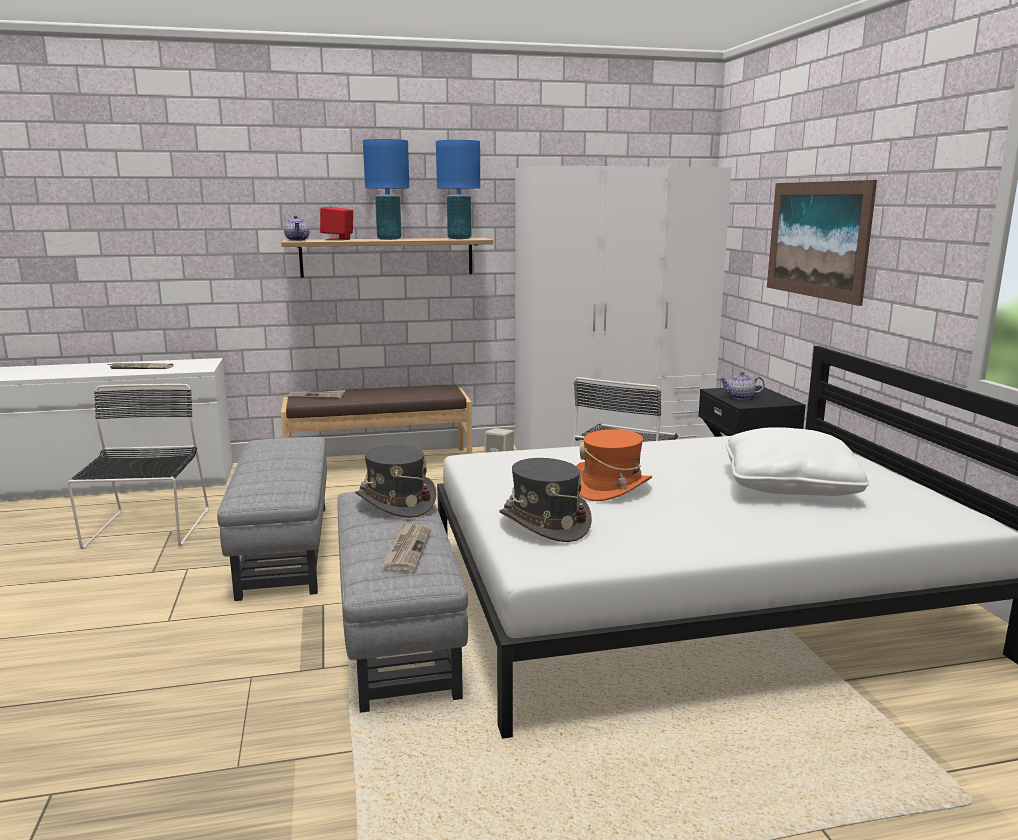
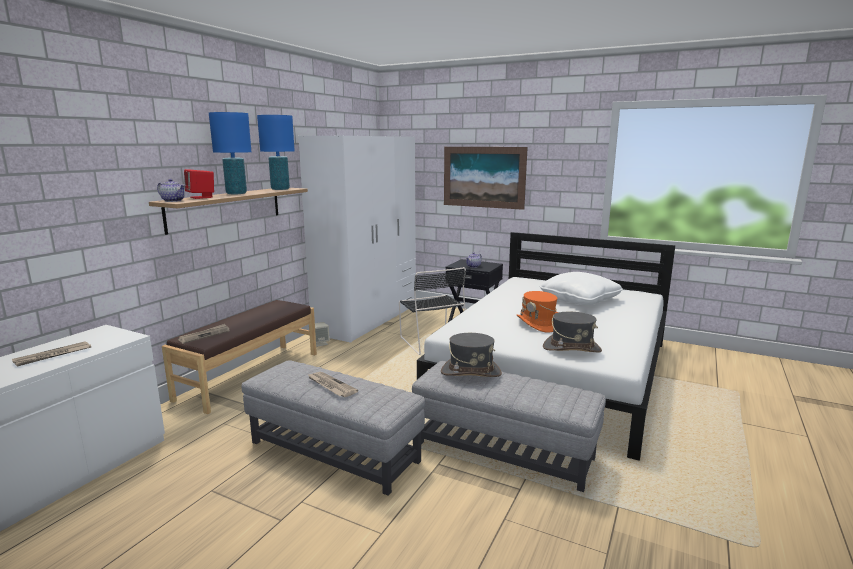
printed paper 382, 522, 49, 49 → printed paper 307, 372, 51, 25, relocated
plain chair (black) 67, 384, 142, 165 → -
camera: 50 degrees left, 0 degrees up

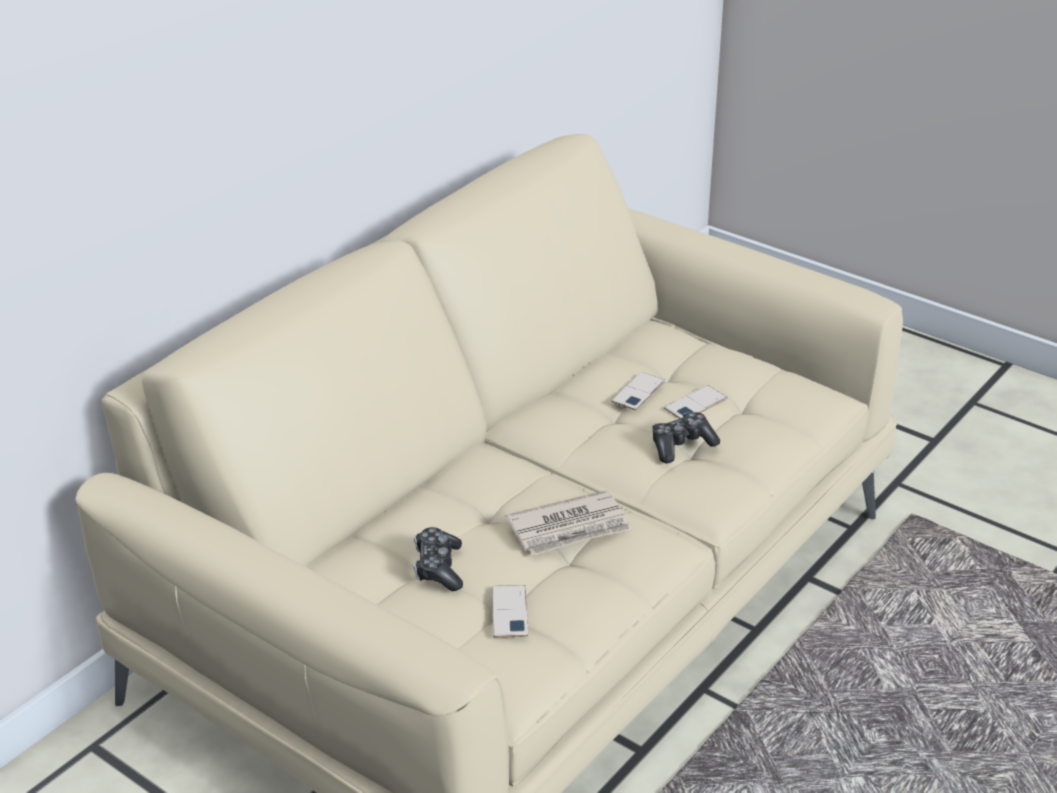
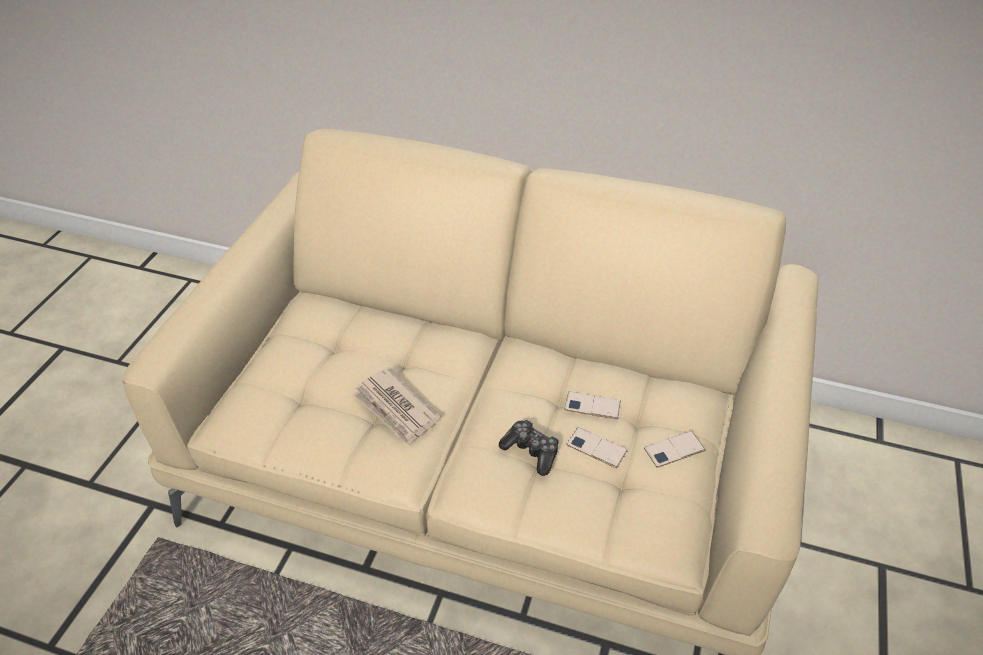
phone 492, 585, 36, 52 → phone 644, 431, 62, 37, relocated
gamepad 414, 527, 49, 64 → -
camera: 70 degrees right, 10 degrees up

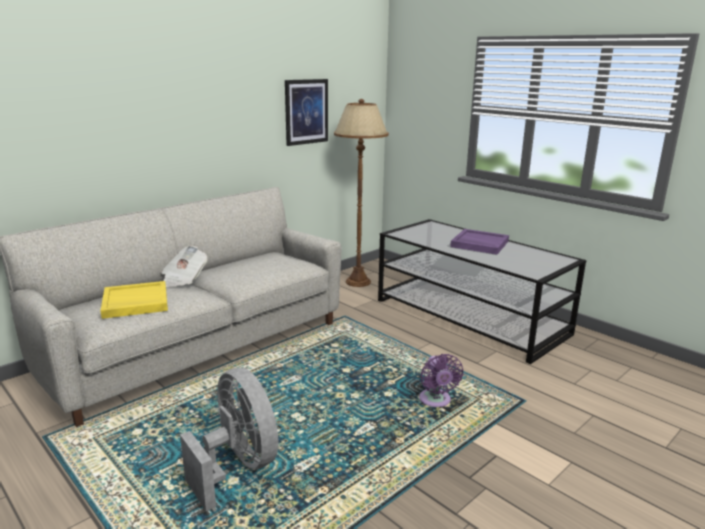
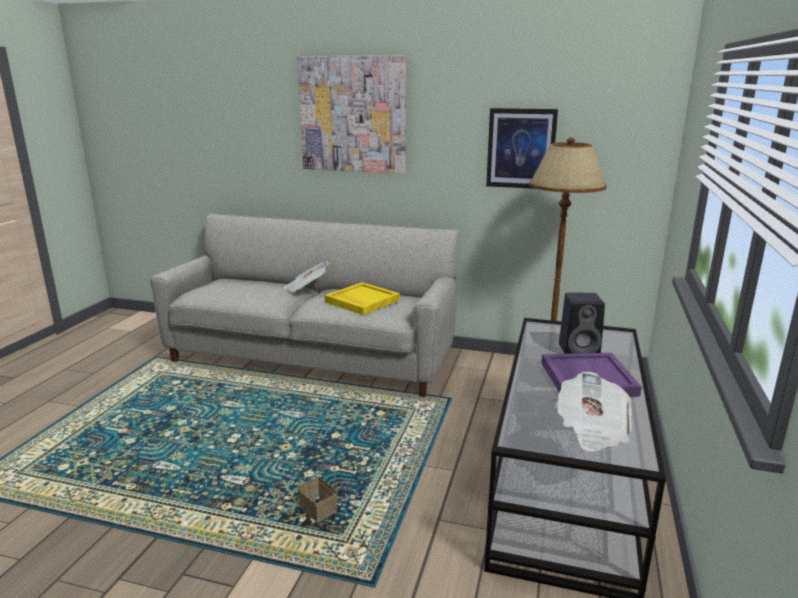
- → picture 297, 55, 109, 118
cooling fan (purple-coloured) 419, 354, 44, 53 → storage basket 298, 450, 39, 72
tray (yellow-coloured) 100, 281, 68, 38 → tray (yellow-coloured) 325, 282, 75, 33, relocated
- → printed paper 555, 372, 77, 80
- → loudspeaker (black) 559, 293, 46, 61
cooling fan (greyish) 180, 368, 98, 144 → -
camera: 60 degrees right, 0 degrees up

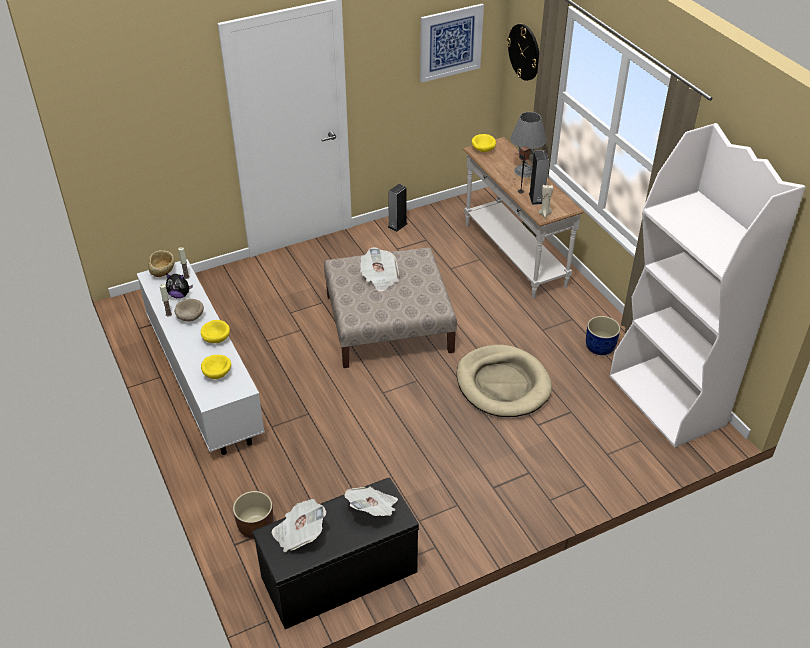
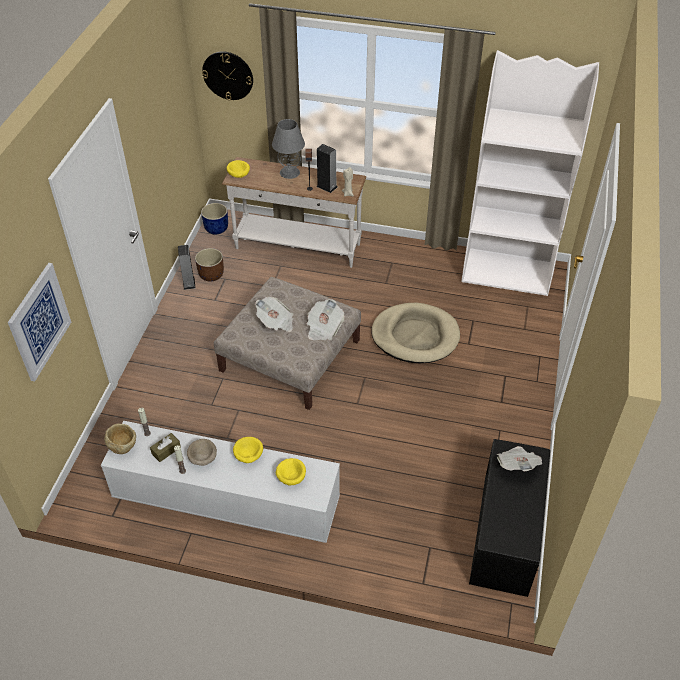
picture 420, 4, 64, 79 → picture 8, 263, 63, 118, relocated
cuddly toy 166, 274, 27, 24 → tissue holder (brownish) 150, 433, 31, 29
planter (brownish) 233, 491, 40, 48 → planter (brownish) 195, 248, 29, 33, relocated
planter (bluish) 586, 316, 34, 39 → planter (bluish) 201, 203, 27, 32, relocated
printed paper 272, 499, 54, 53 → printed paper 307, 299, 38, 42, relocated
camera: 50 degrees left, 5 degrees up

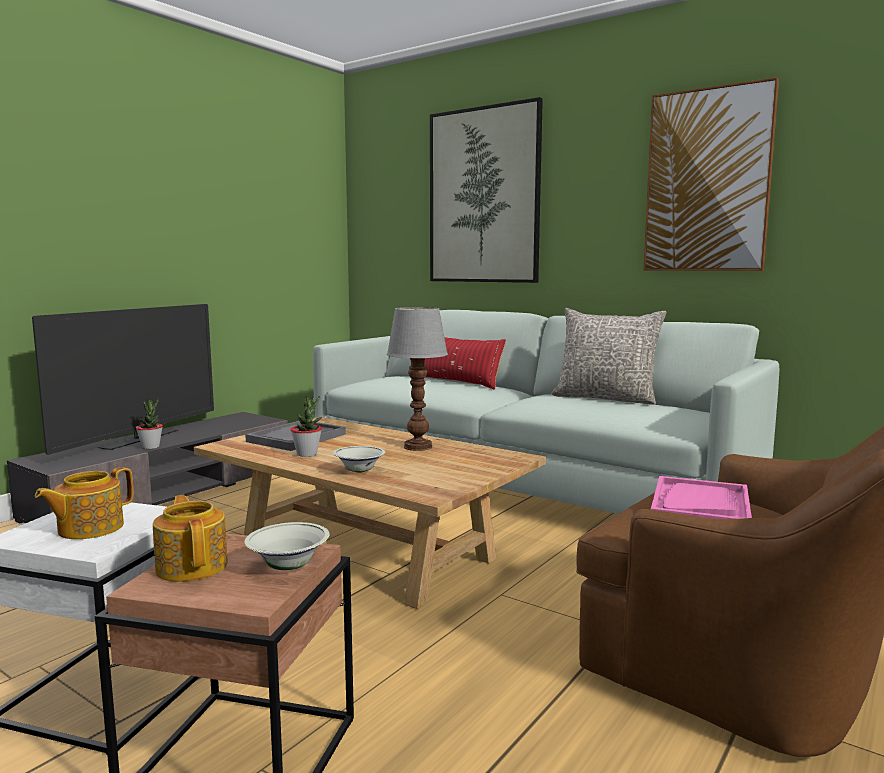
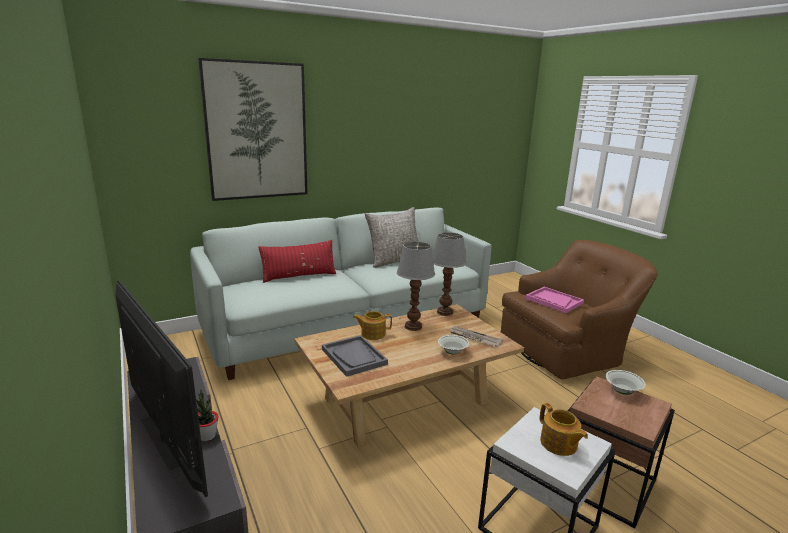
teapot 153, 495, 75, 87 → teapot 353, 311, 39, 29, relocated
- → tabletop lamp 432, 232, 35, 84
- → printed paper 449, 326, 54, 21
potted plant 290, 396, 32, 61 → -
picture 644, 77, 135, 194 → -
camera: 65 degrees left, 10 degrees up

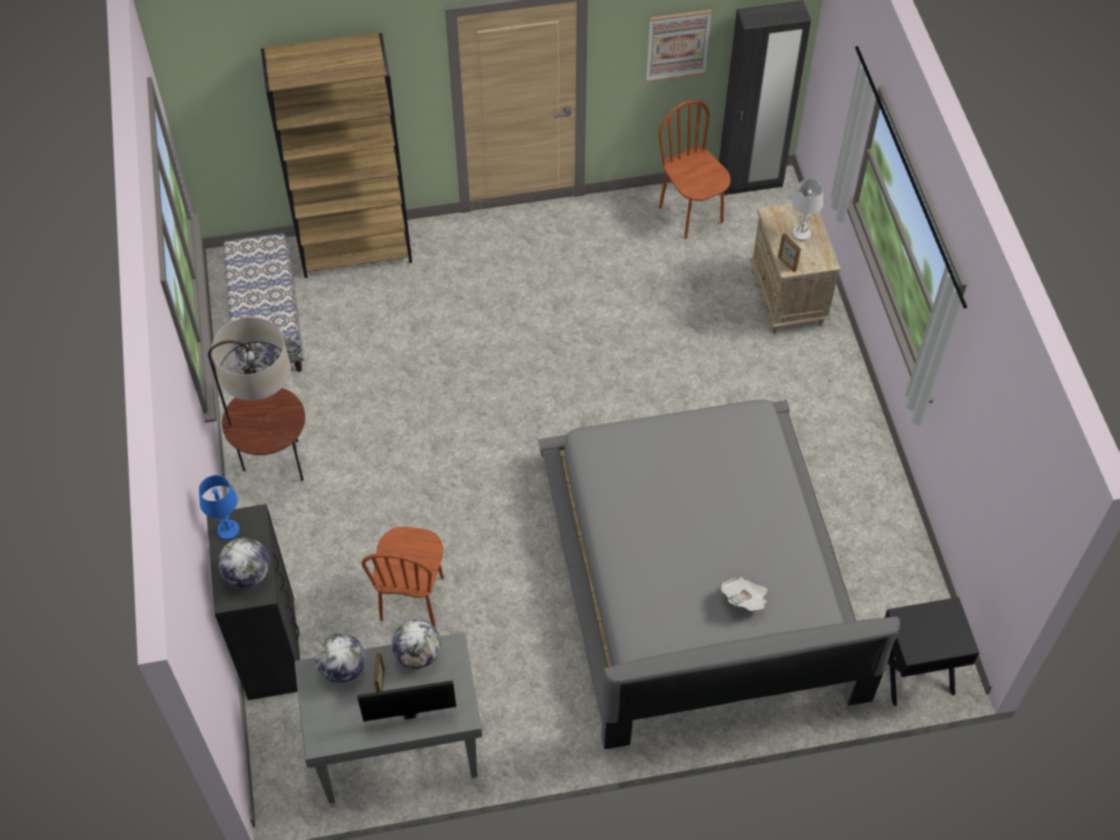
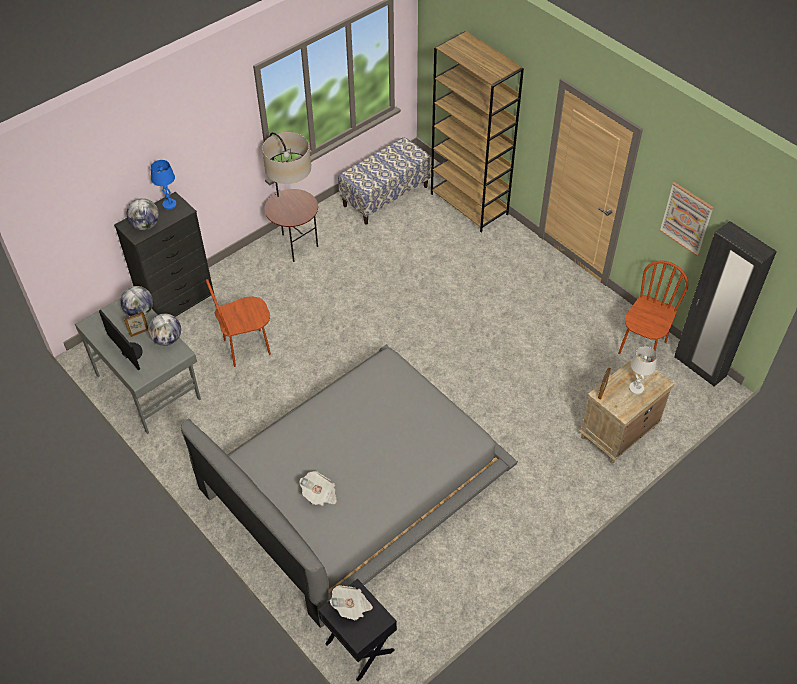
- → printed paper 329, 585, 44, 35
camera: 60 degrees right, 5 degrees down

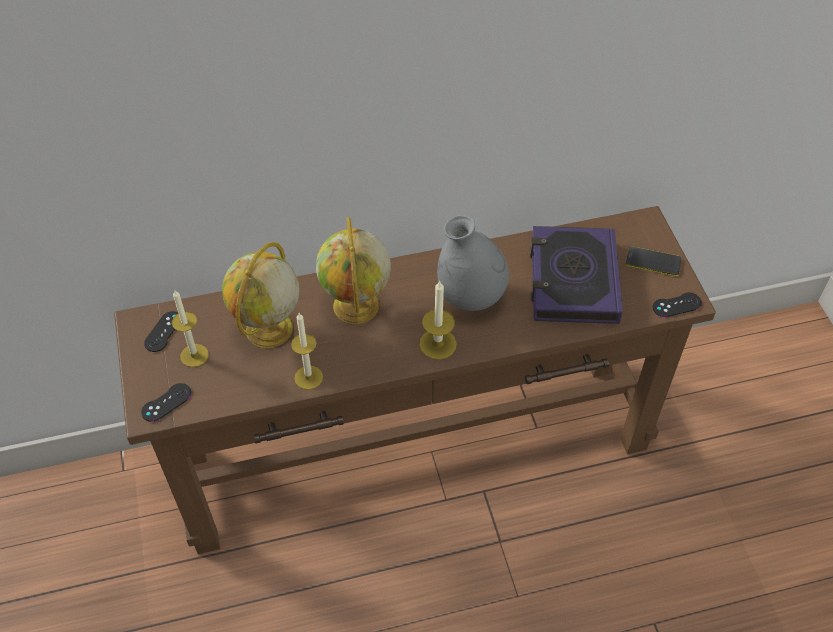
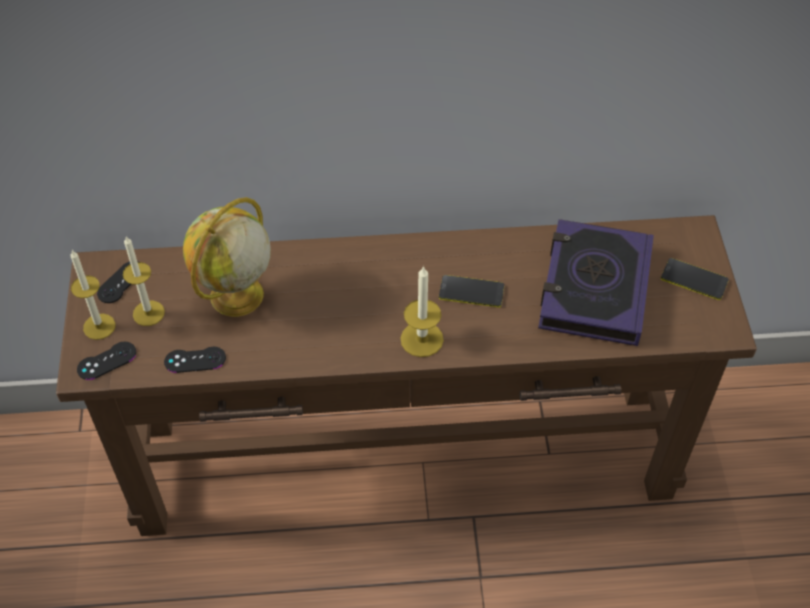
wax light 291, 313, 32, 77 → wax light 70, 250, 45, 90, relocated
gamepad (black) 653, 292, 49, 25 → gamepad (black) 164, 347, 62, 26, relocated
vase (greyish) 437, 215, 72, 96 → phone 439, 275, 65, 32
desk globe 316, 217, 75, 107 → -
camera: 10 degrees right, 0 degrees up

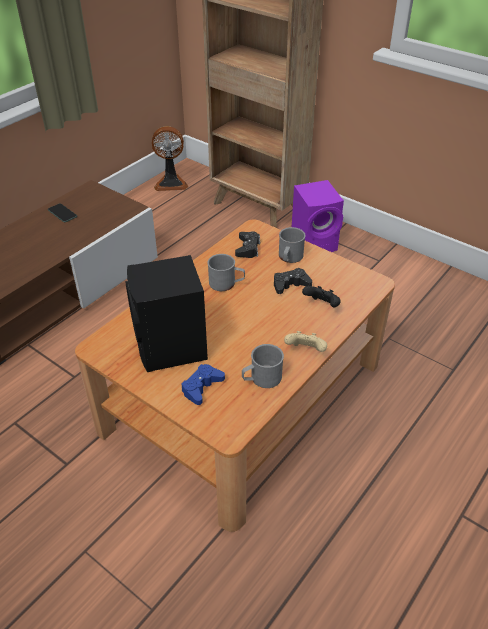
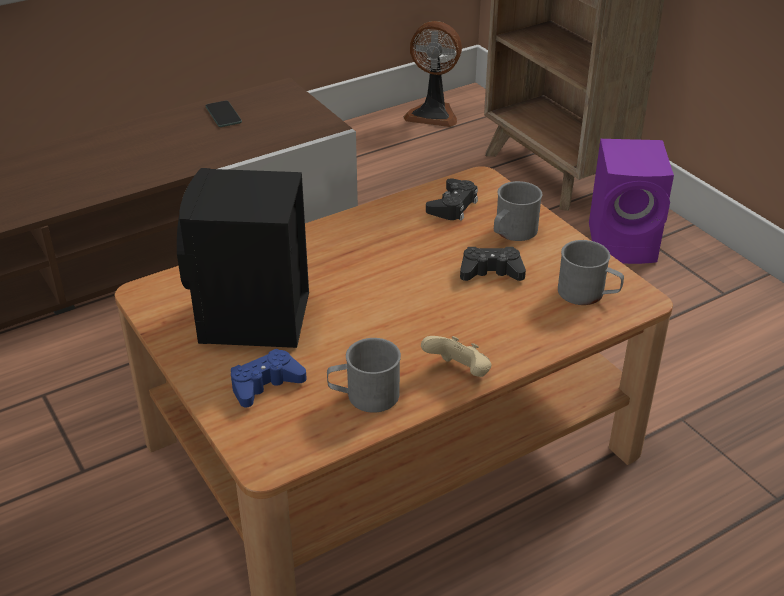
tea mug (greyish) 207, 254, 38, 37 → tea mug (greyish) 558, 240, 66, 65, relocated
gamepad (black) 302, 286, 39, 21 → -
camera: 20 degrees right, 5 degrees down

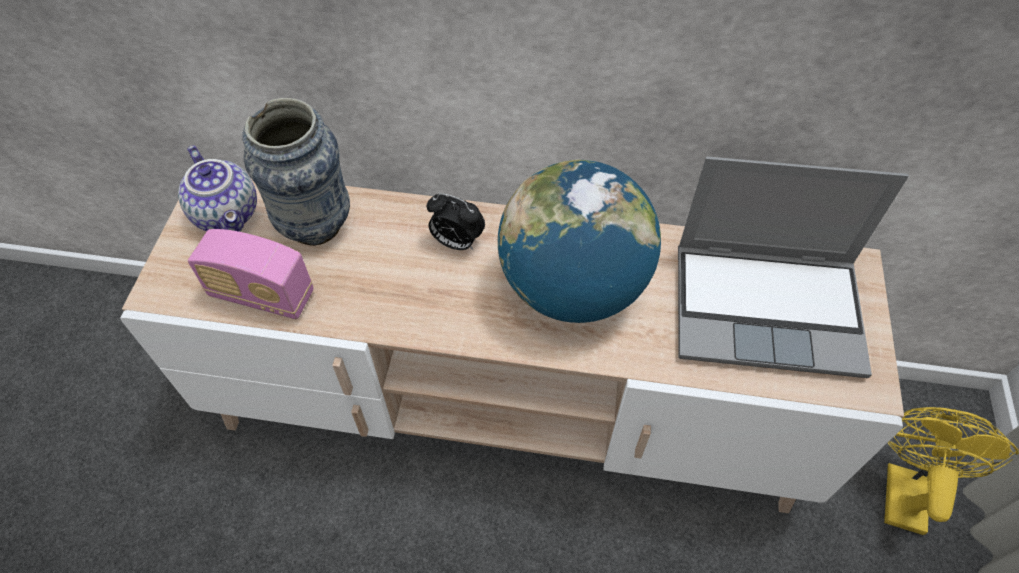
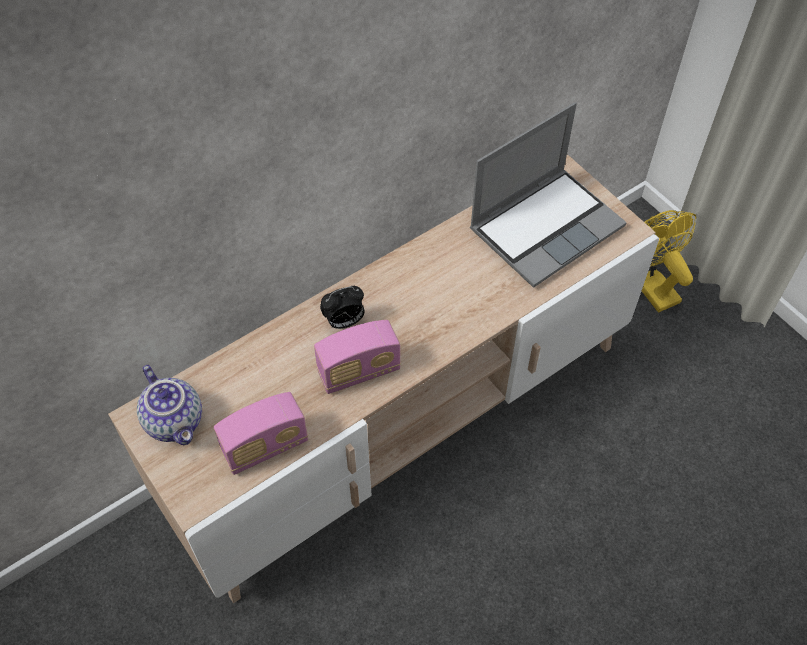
teapot 178, 146, 79, 86 → teapot 137, 365, 65, 80, 45 degrees clockwise
- → radio set 314, 320, 87, 74
vase 242, 98, 108, 148 → -
desk globe 498, 160, 163, 163 → -
camera: 45 degrees left, 0 degrees up

